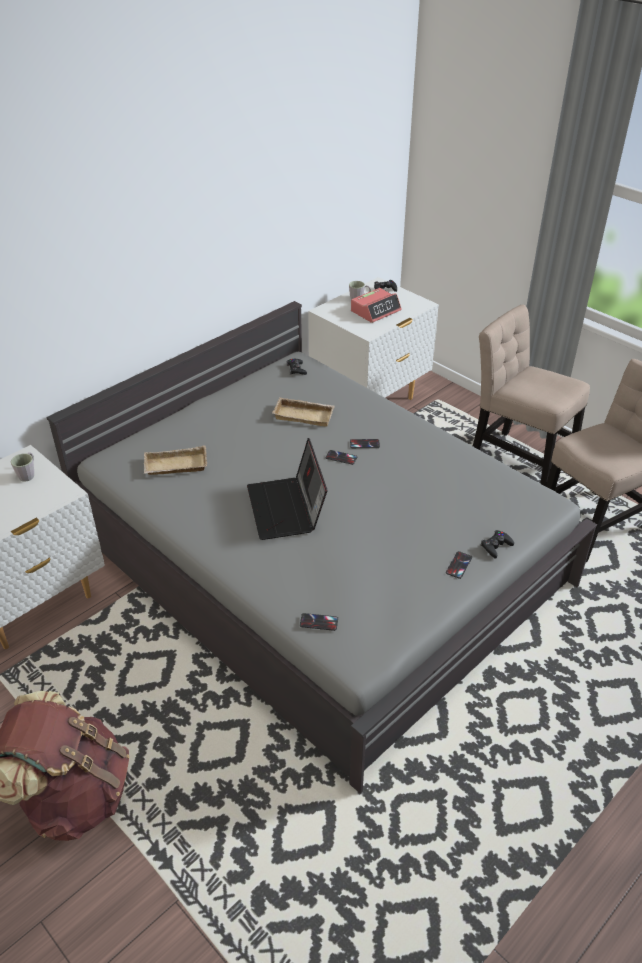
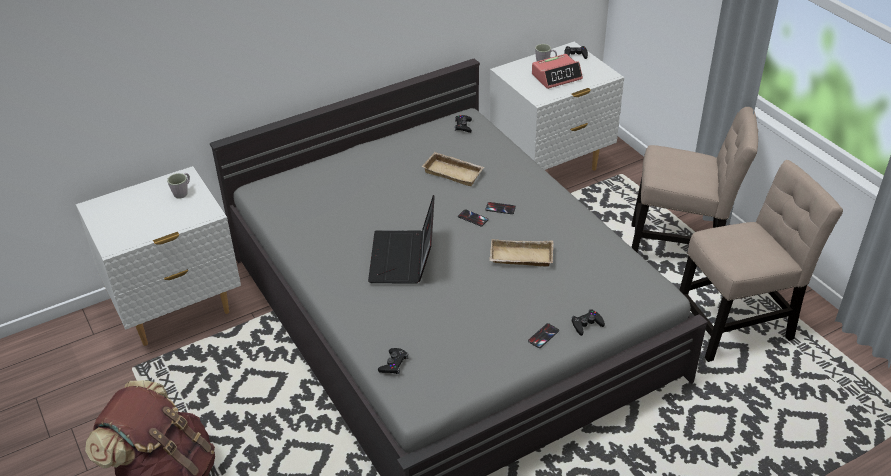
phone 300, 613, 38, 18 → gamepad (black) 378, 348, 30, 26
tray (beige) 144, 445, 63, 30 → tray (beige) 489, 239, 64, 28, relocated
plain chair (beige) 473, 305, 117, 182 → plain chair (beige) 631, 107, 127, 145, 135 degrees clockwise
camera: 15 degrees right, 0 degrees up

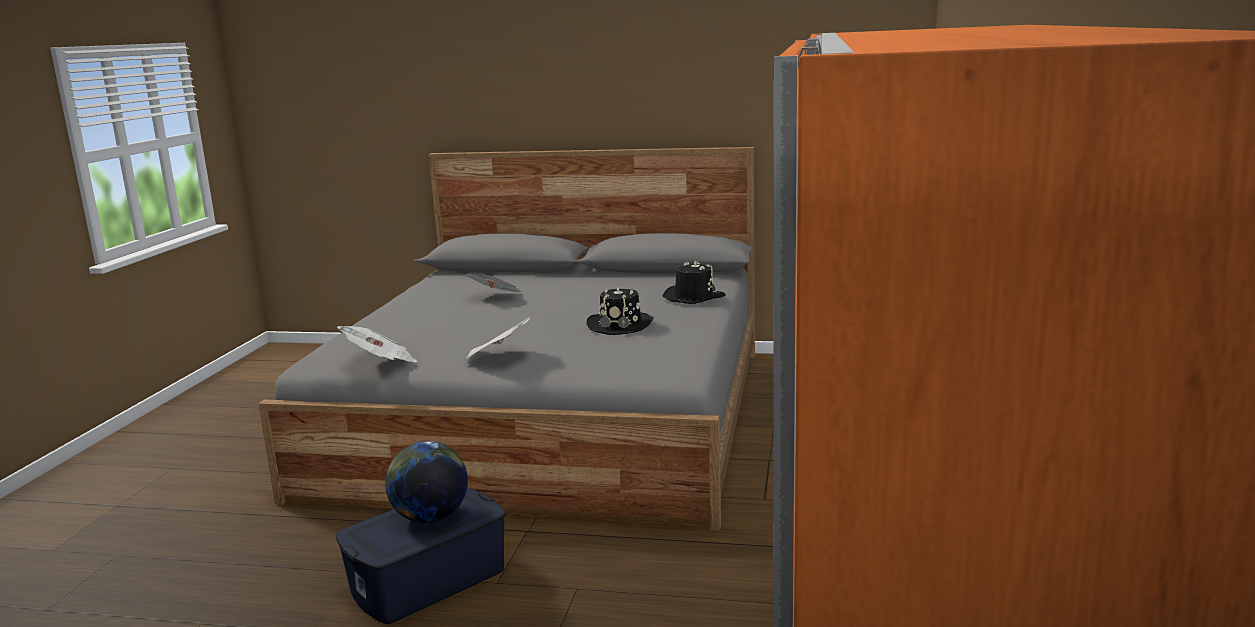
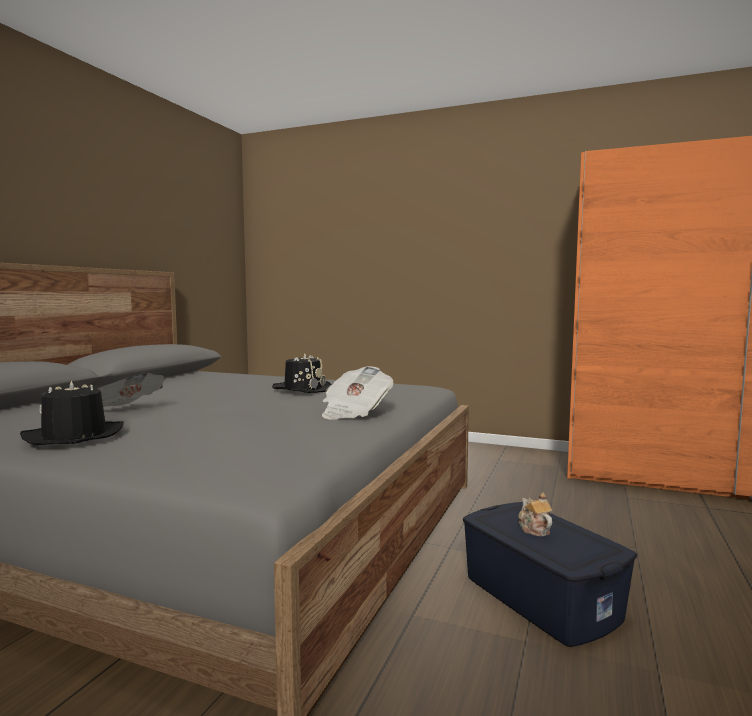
clothing hat (black) 662, 261, 64, 43 → clothing hat (black) 20, 380, 104, 65, relocated
desk globe 385, 441, 83, 82 → teapot 518, 493, 34, 43
printed paper 337, 326, 80, 36 → -
camera: 80 degrees left, 10 degrees down

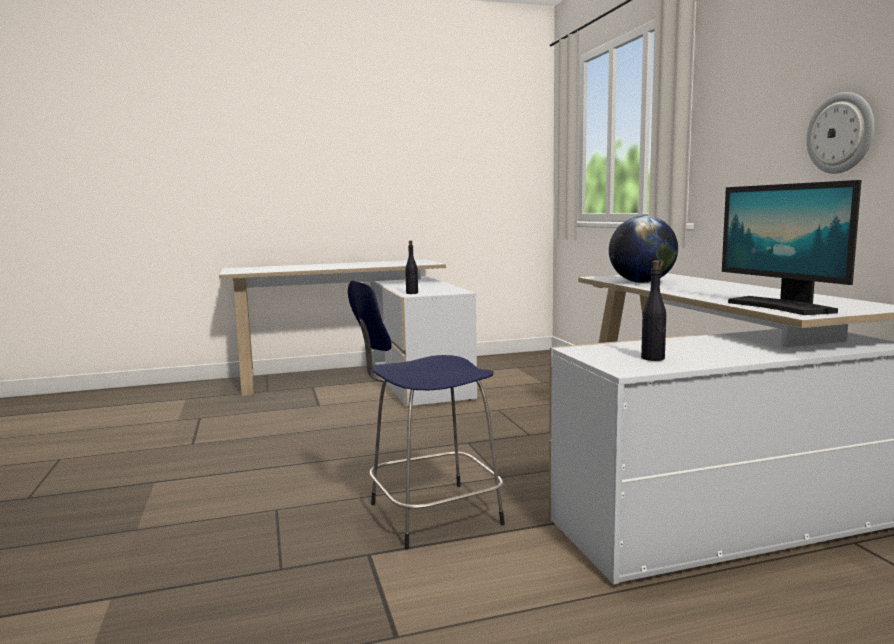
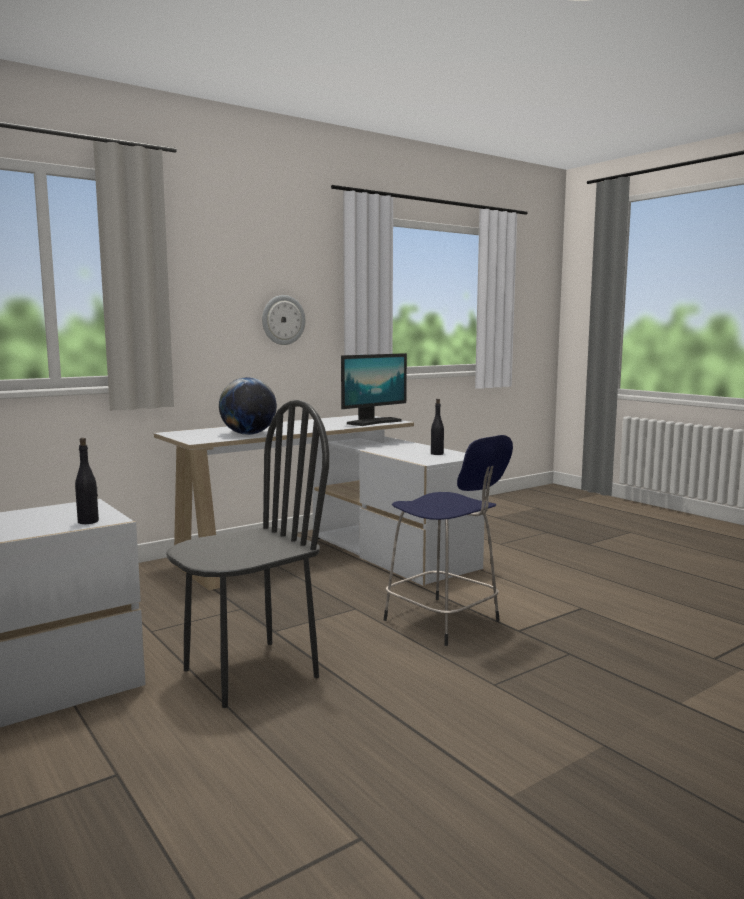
- → plain chair (black) 166, 400, 163, 308
camera: 110 degrees left, 0 degrees up

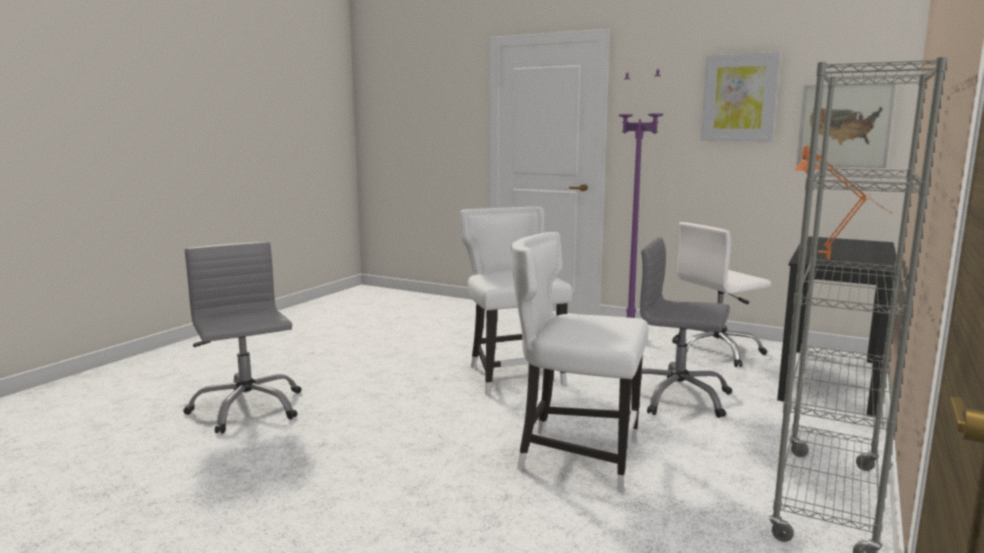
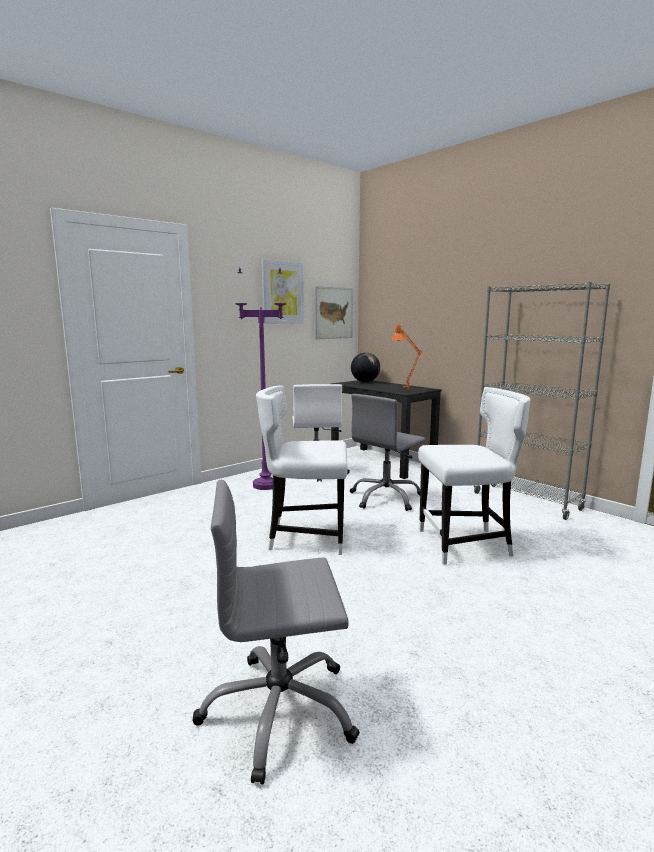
- → desk globe 351, 353, 29, 29
plain chair (whitish) 511, 232, 137, 260 → plain chair (whitish) 418, 387, 112, 178, 135 degrees counterclockwise
camera: 70 degrees left, 0 degrees up

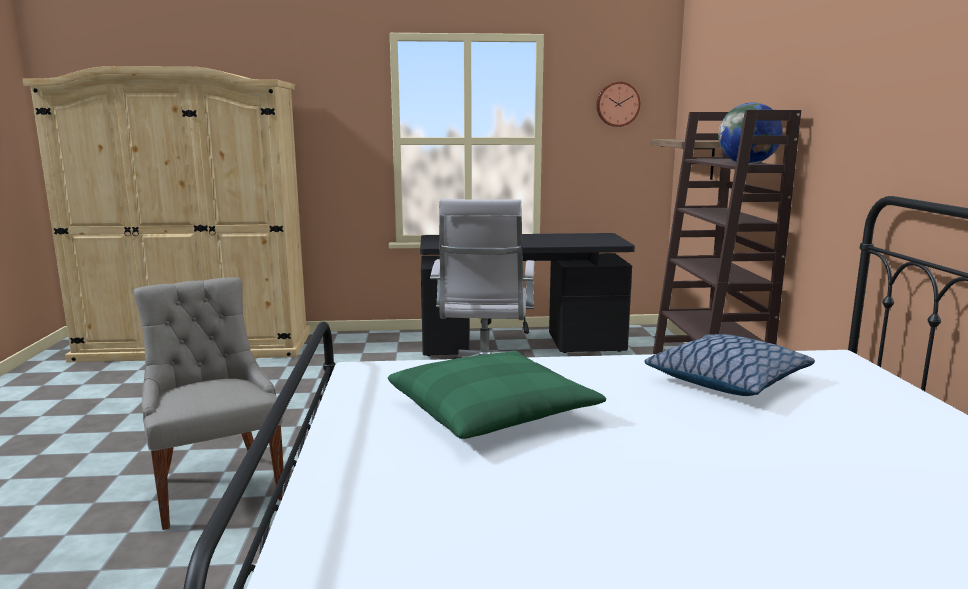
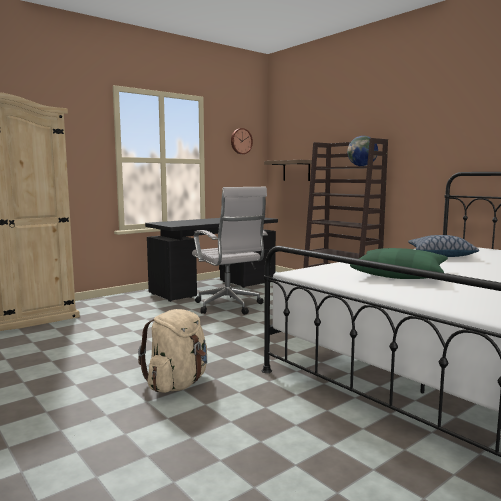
plain chair (greyish) 133, 278, 151, 252 → knapsack (beige) 138, 309, 69, 84
camera: 35 degrees left, 5 degrees down

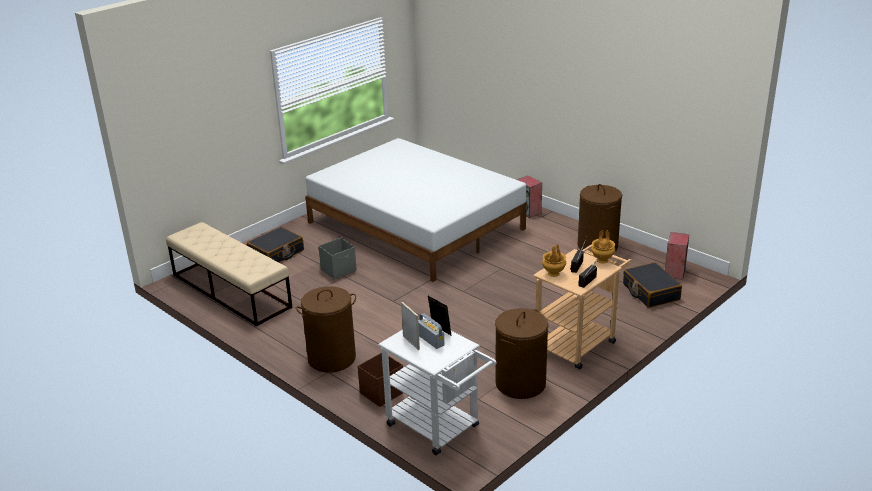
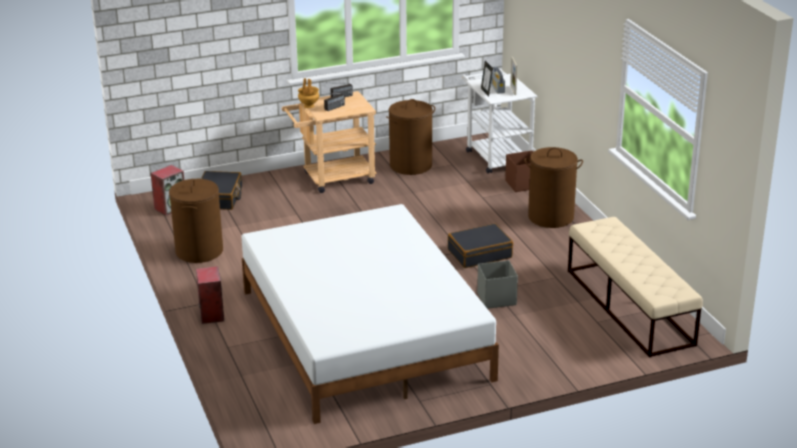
suitcase (black) 247, 227, 57, 35 → suitcase (black) 448, 223, 65, 45, relocated
vase (brownish) 542, 243, 24, 34 → -
camera: 155 degrees left, 0 degrees up

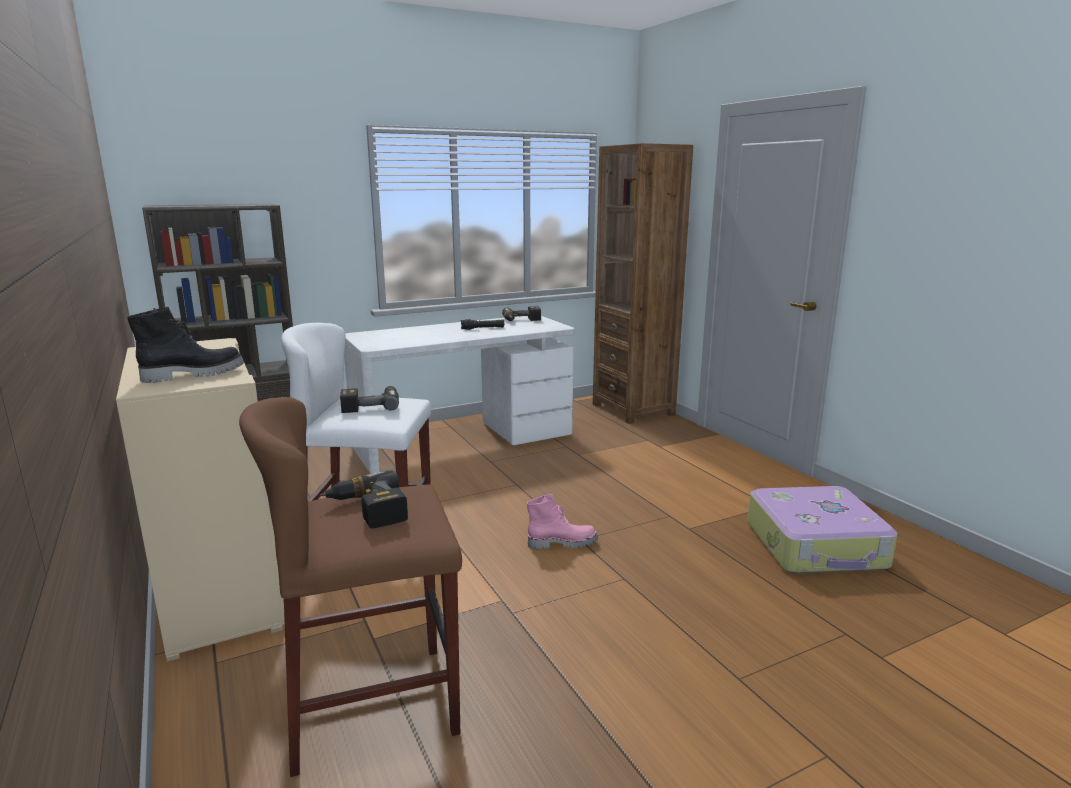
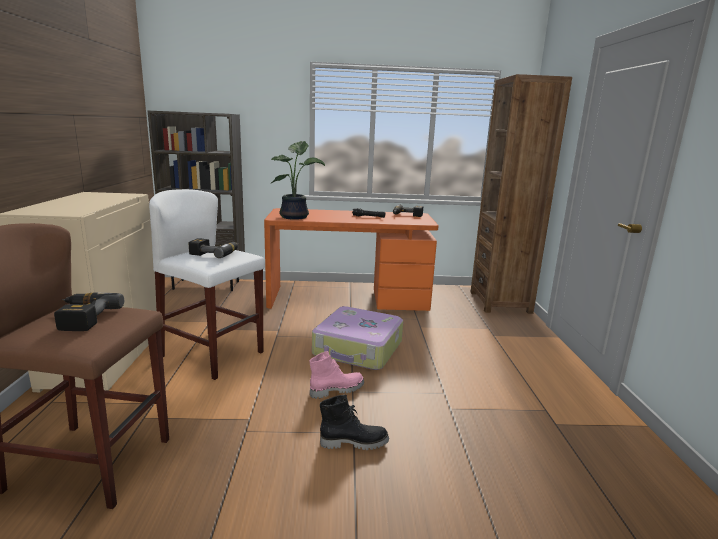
desk table (whitish) 344, 316, 230, 158 → desk table (orange) 264, 208, 175, 103
- → potted plant 271, 141, 54, 79
tall boot (pink) 527, 494, 71, 56 → tall boot (pink) 310, 351, 54, 48, 45 degrees counterclockwise
suitcase 747, 486, 151, 88 → suitcase 312, 306, 91, 64, relocated
tall boot (black) 127, 307, 117, 76 → tall boot (black) 320, 395, 69, 55, relocated
camera: 25 degrees right, 0 degrees up

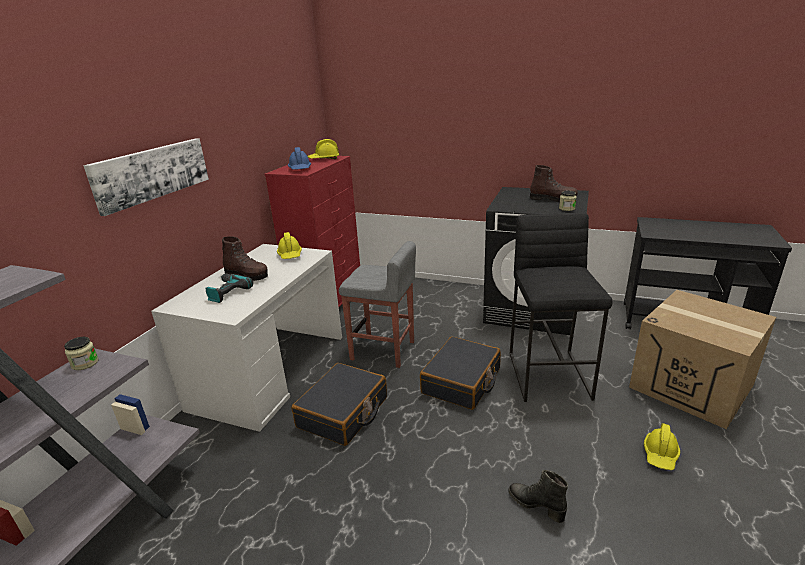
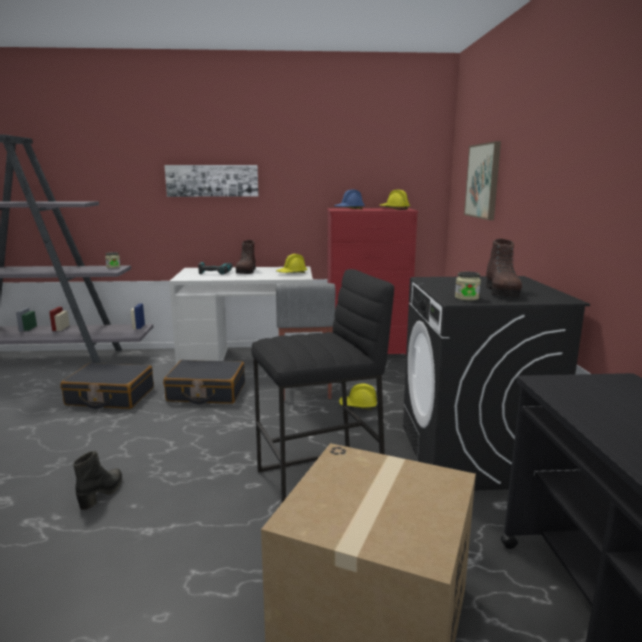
suitcase (black) 420, 337, 81, 73 → suitcase (black) 60, 363, 94, 46, relocated
hard hat (yellow-coloured) 644, 423, 36, 47 → hard hat (yellow-coloured) 339, 383, 38, 27, relocated
- → picture 464, 141, 37, 79
camera: 65 degrees right, 10 degrees down

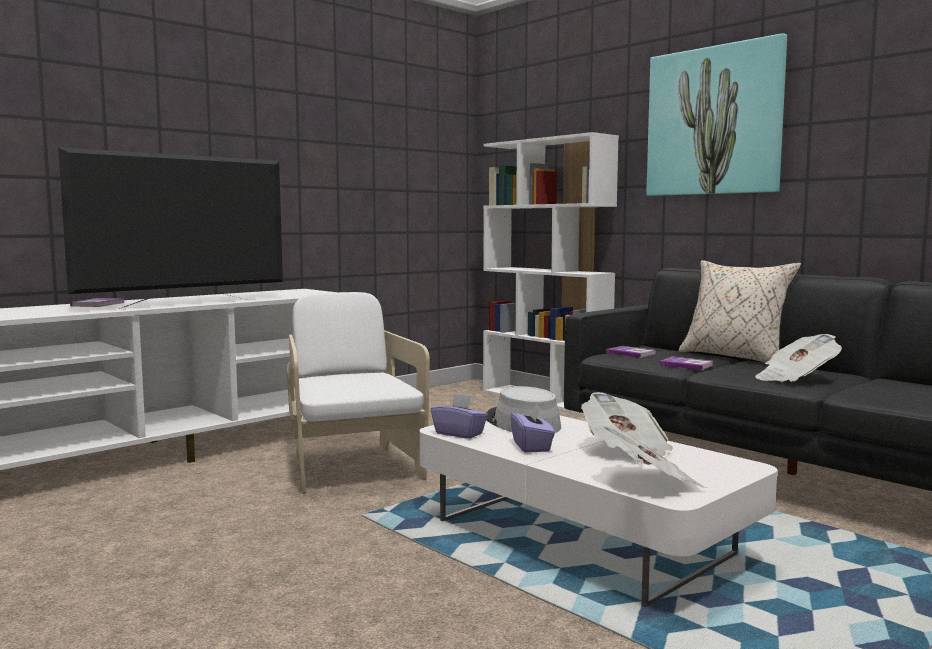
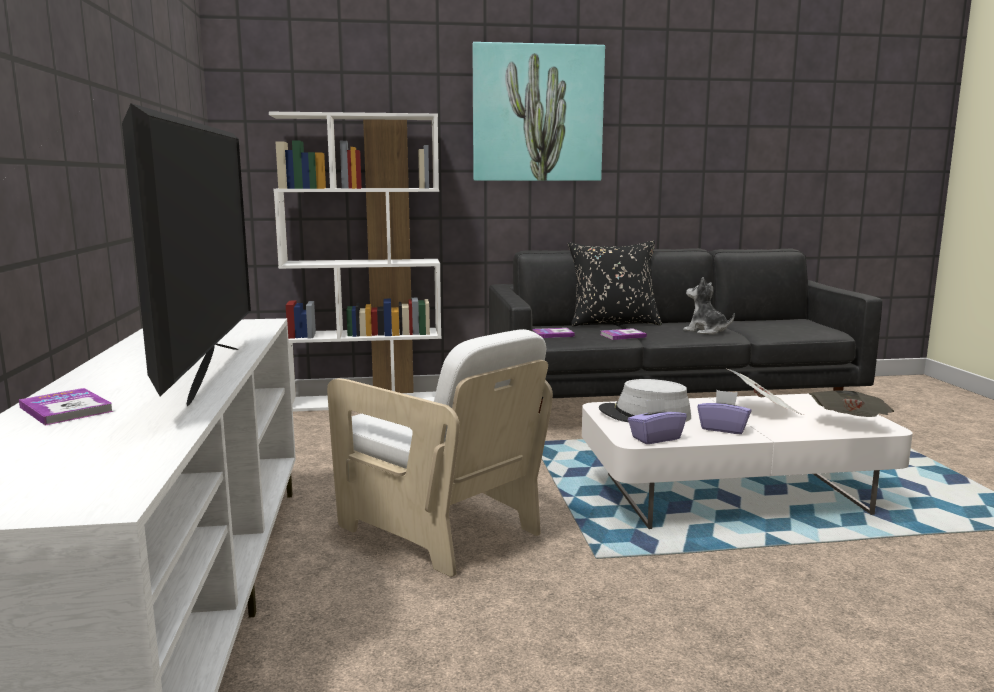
easy chair (whitish) 287, 292, 143, 202 → easy chair (whitish) 327, 329, 226, 248, 150 degrees counterclockwise
throw pillow (beige) 679, 260, 122, 103 → throw pillow (black) 568, 240, 94, 86
printed paper 755, 334, 87, 48 → cuddly toy 683, 277, 52, 57
camera: 55 degrees left, 5 degrees up

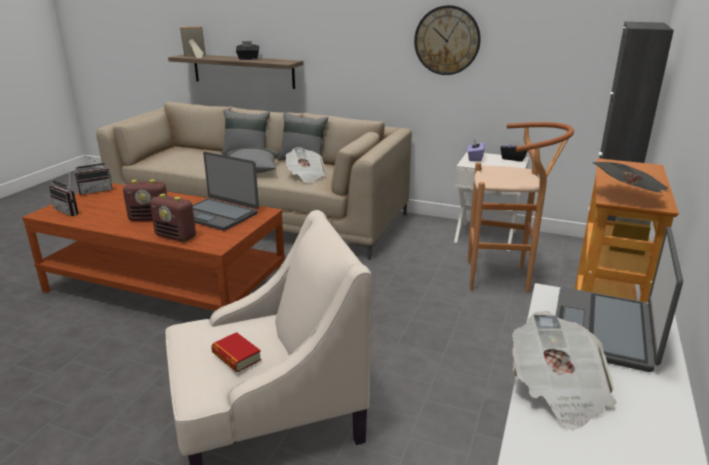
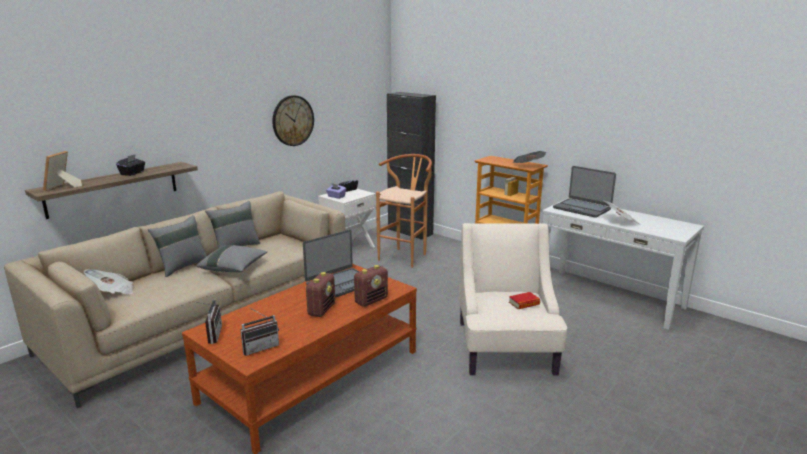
printed paper 286, 147, 40, 36 → printed paper 84, 270, 49, 24, relocated
camera: 70 degrees left, 5 degrees down

